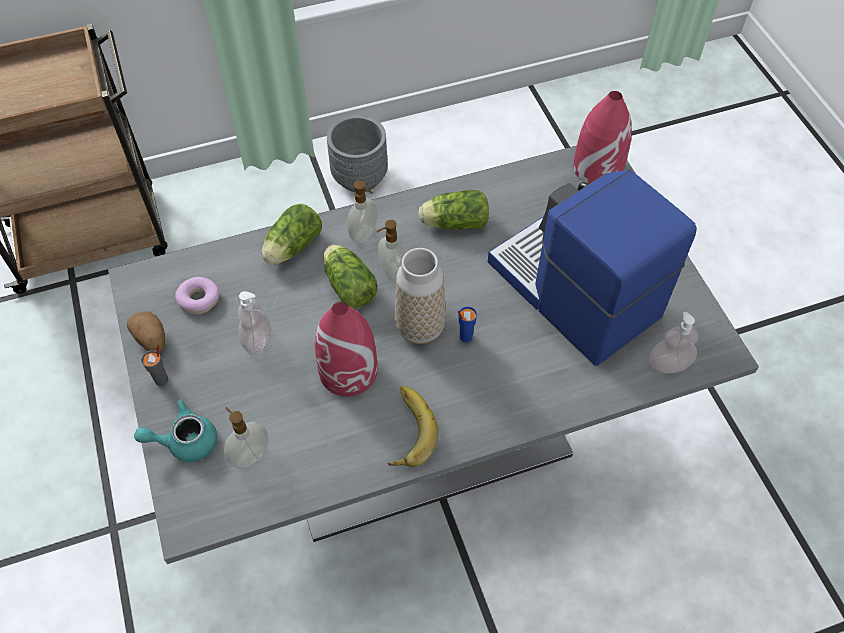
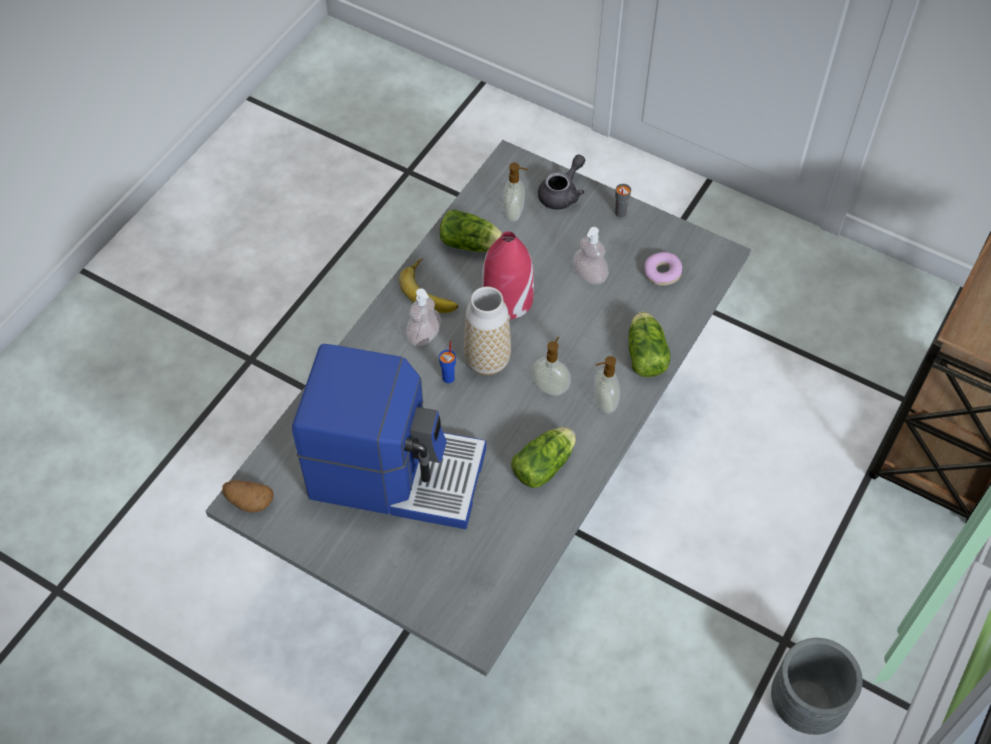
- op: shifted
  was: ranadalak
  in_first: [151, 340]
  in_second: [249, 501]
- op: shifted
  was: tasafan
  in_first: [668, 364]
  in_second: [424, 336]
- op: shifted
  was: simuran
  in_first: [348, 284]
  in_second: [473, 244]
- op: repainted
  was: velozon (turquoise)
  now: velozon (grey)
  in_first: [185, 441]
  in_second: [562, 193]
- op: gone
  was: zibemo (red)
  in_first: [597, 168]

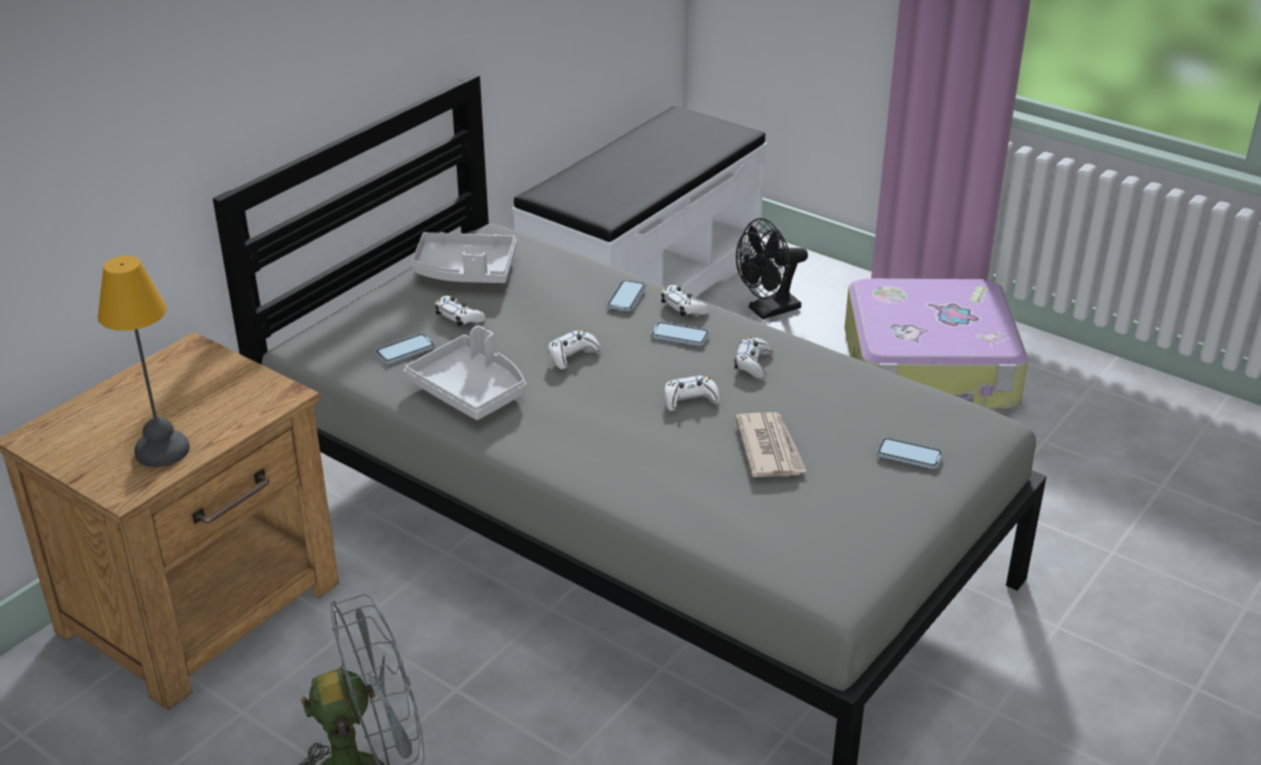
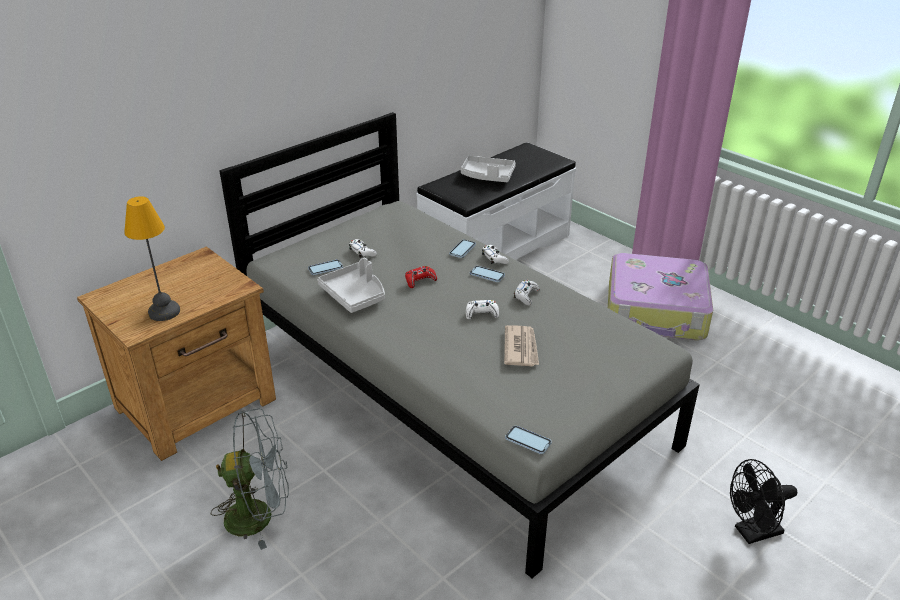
- op: repainted
  was: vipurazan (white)
  now: vipurazan (red)
  in_first: [572, 355]
  in_second: [420, 280]
- op: shifted
  was: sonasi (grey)
  in_first: [465, 271]
  in_second: [487, 176]
- op: shifted
  was: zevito
  in_first: [909, 455]
  in_second: [528, 441]
- op: shifted
  was: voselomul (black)
  in_first: [768, 311]
  in_second: [752, 533]

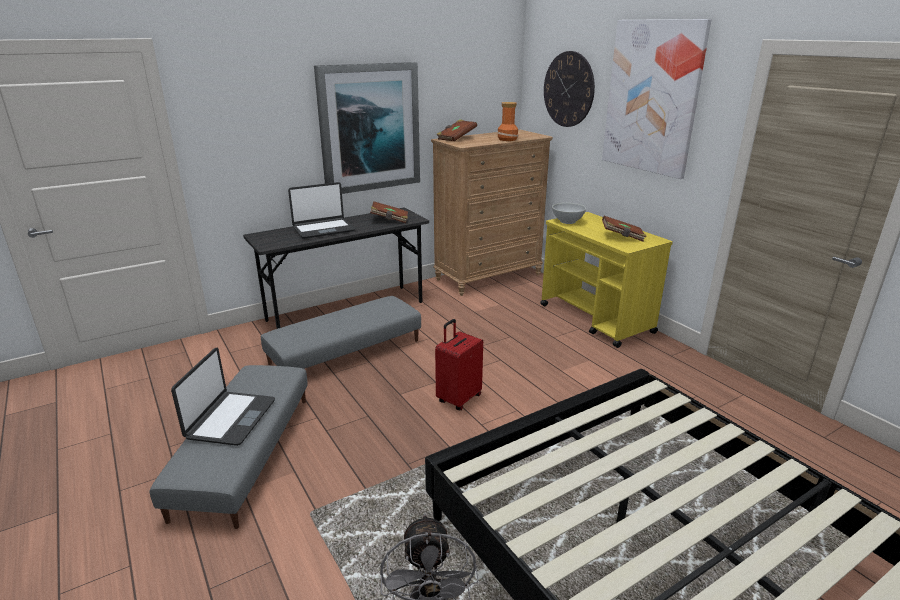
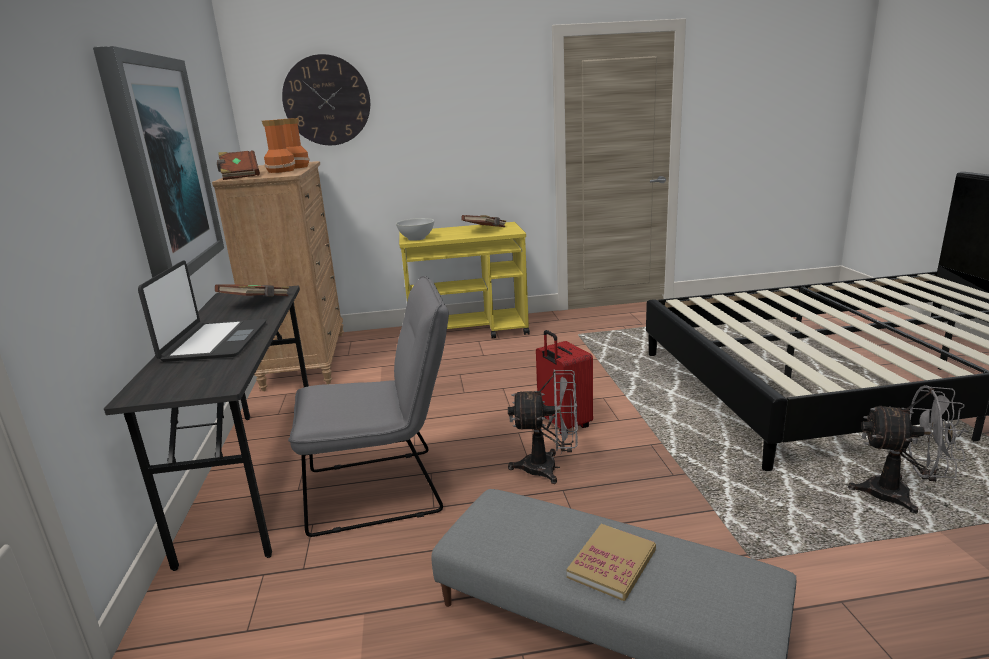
- op: new
  now: zibemo
  in_second: [281, 171]
- op: swapped
  was: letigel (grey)
  now: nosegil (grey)
  in_first: [346, 352]
  in_second: [385, 489]
- op: new
  now: voselomul (grey)
  in_second: [549, 468]
- op: swapped
  was: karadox
  now: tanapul
  in_first: [230, 419]
  in_second: [612, 564]
- op: gone
  was: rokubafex
  in_first: [652, 97]

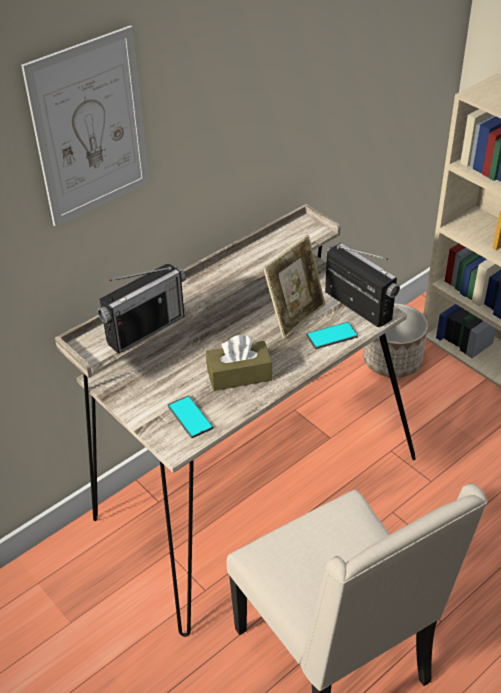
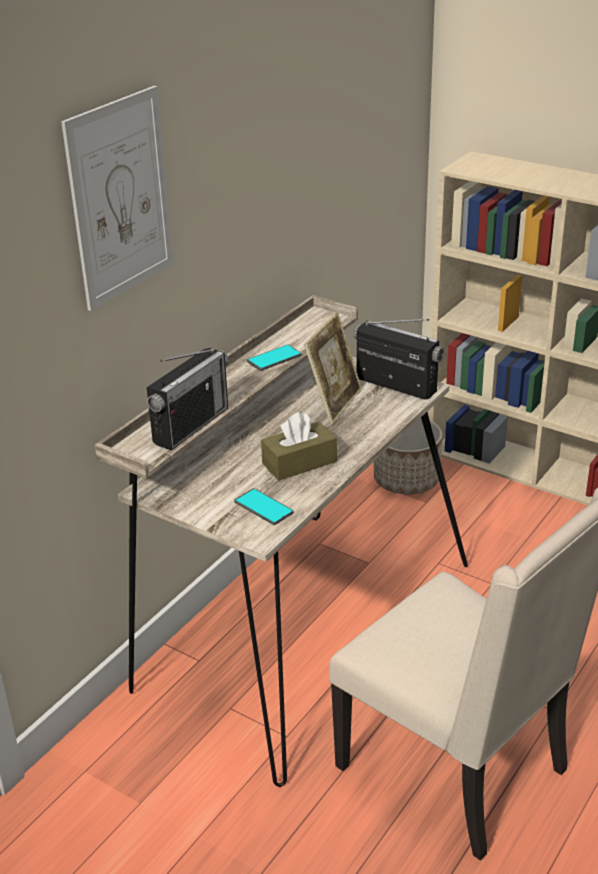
- op: shifted
  was: zevito
  in_first: [331, 336]
  in_second: [274, 358]

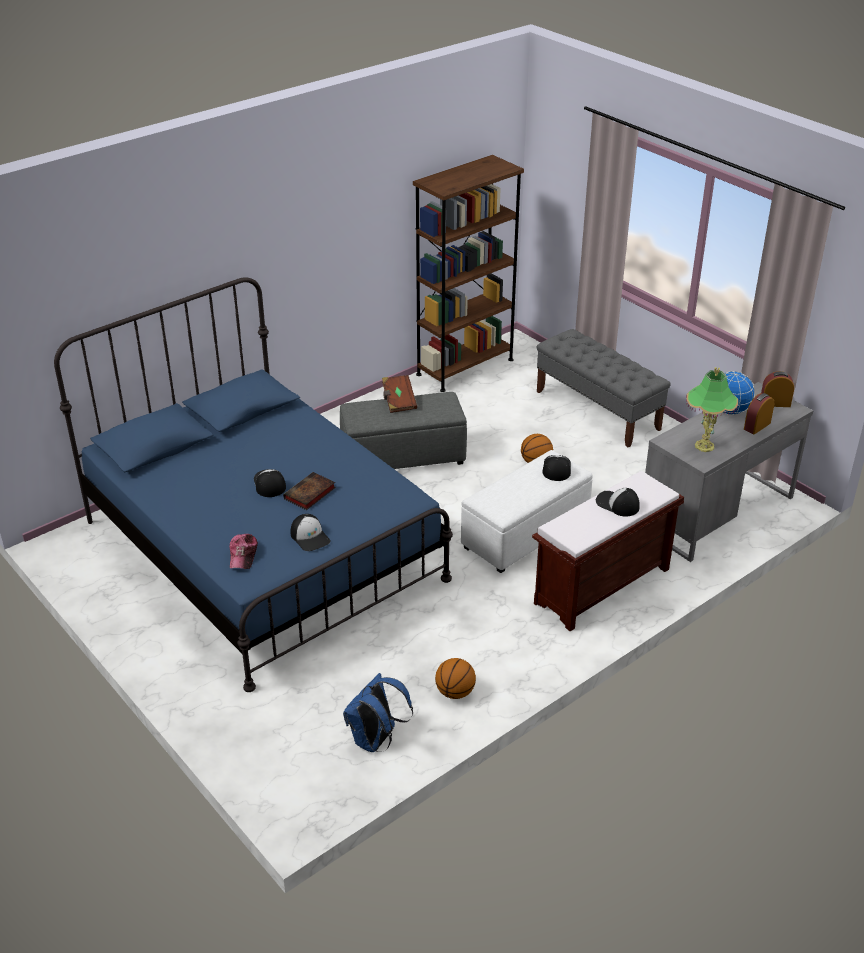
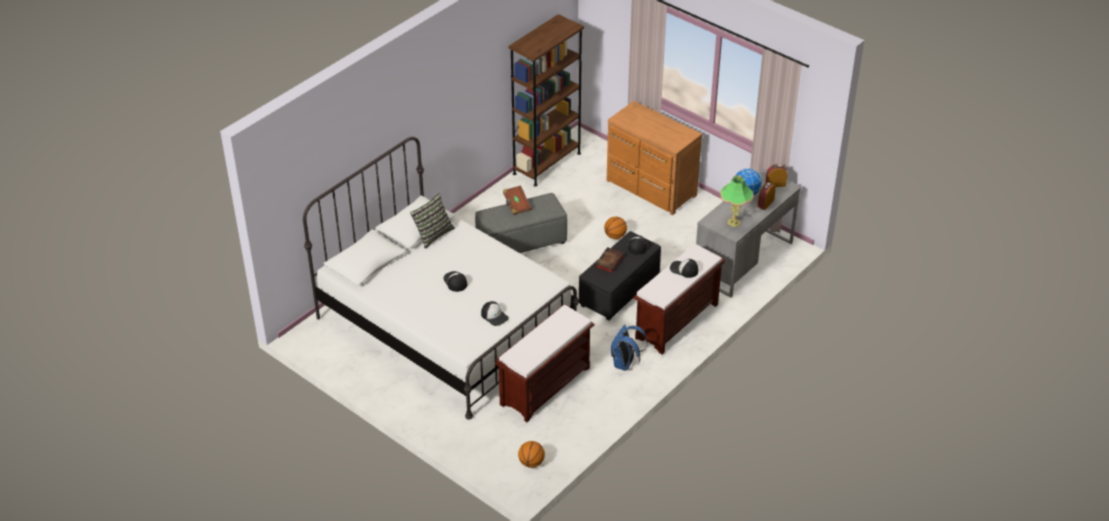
- op: repainted
  was: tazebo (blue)
  now: tazebo (white)
  in_first: [263, 550]
  in_second: [445, 323]
- op: new
  now: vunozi
  in_second: [432, 234]
- op: new
  now: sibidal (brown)
  in_second: [545, 385]
- op: shifted
  was: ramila
  in_first: [455, 692]
  in_second: [531, 463]
- op: repainted
  was: letigel (white)
  now: letigel (black)
  in_first: [524, 534]
  in_second: [619, 291]
- op: shifted
  was: tanapul
  in_first: [309, 494]
  in_second: [609, 262]
- op: swapped
  was: sibidal (grey)
  now: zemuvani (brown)
  in_first: [598, 410]
  in_second: [650, 189]
- op: shifted
  was: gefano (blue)
  in_first: [376, 740]
  in_second: [625, 364]
- op: gone
  was: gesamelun
  in_first: [243, 555]

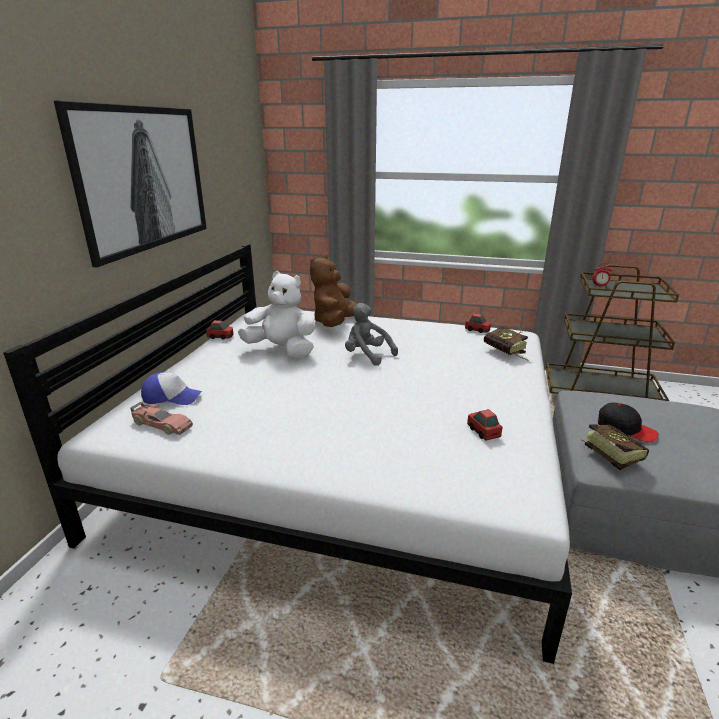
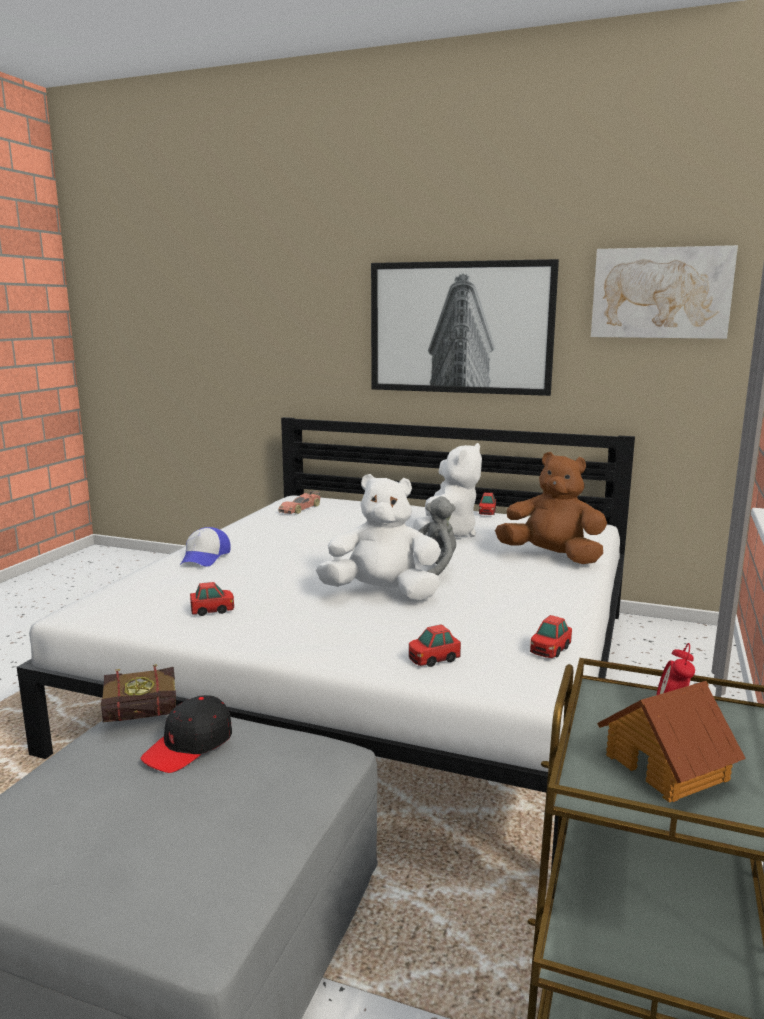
- op: shifted
  was: gesamelun
  in_first: [172, 397]
  in_second: [205, 557]
- op: new
  now: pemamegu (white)
  in_second: [382, 593]
- op: swapped
  was: tanapul
  now: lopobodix
  in_first: [507, 354]
  in_second: [433, 659]
- op: new
  now: rokubafex
  in_second: [661, 293]
- op: new
  now: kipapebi
  in_second: [667, 766]

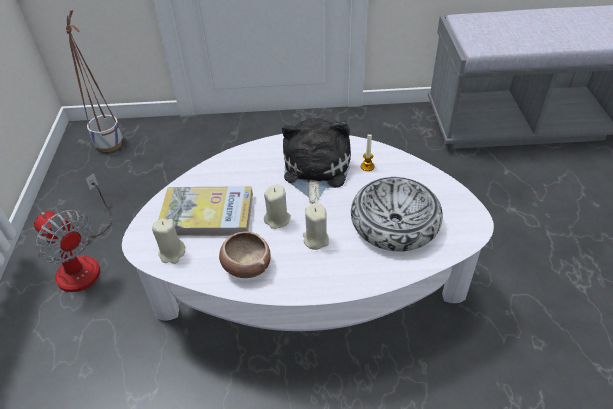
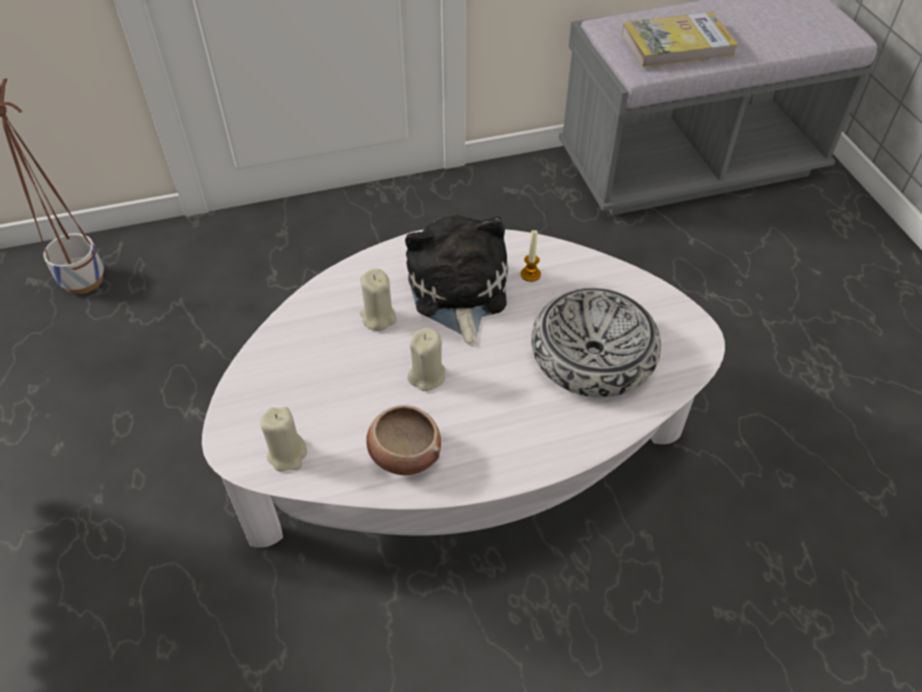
- op: shifted
  was: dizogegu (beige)
  in_first: [315, 239]
  in_second: [378, 317]
- op: shifted
  was: tanapul
  in_first: [207, 214]
  in_second: [677, 45]
- op: gone
  was: voselomul
  in_first: [83, 261]

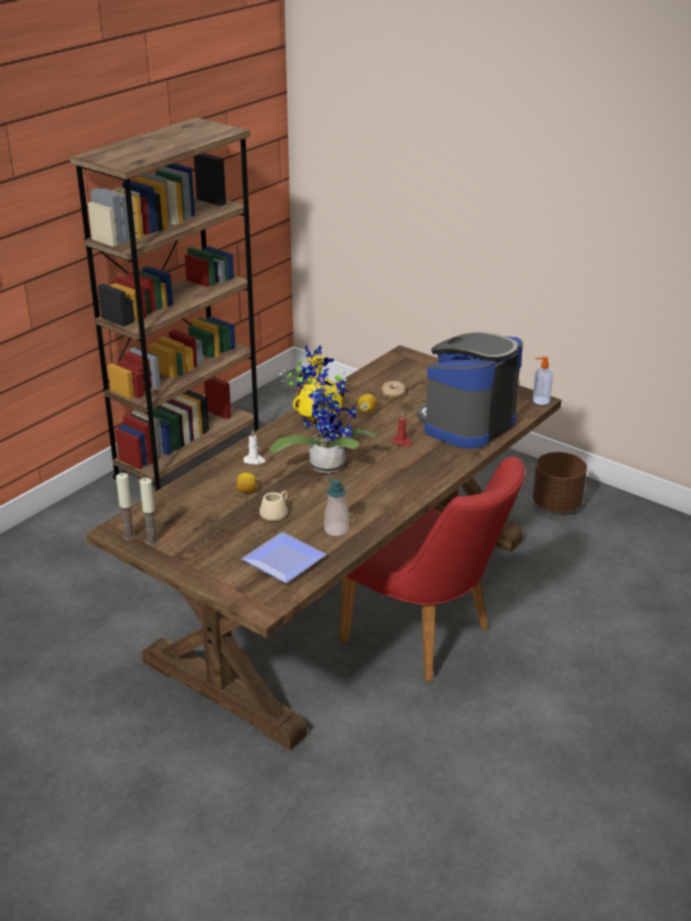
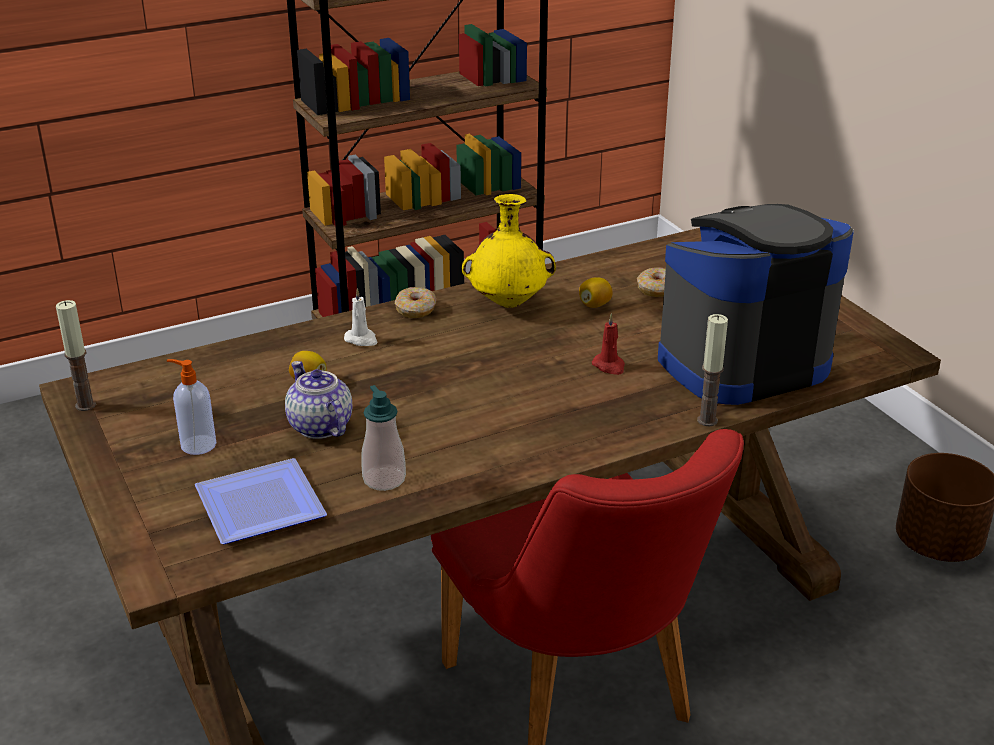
- op: shifted
  was: tasafan
  in_first: [540, 400]
  in_second: [197, 445]
- op: swapped
  was: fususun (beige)
  now: velozon
  in_first: [276, 513]
  in_second: [319, 426]
- op: new
  now: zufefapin
  in_second: [416, 310]
- op: shifted
  was: dizogegu
  in_first: [152, 541]
  in_second: [707, 420]
- op: gone
  was: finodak
  in_first: [325, 463]

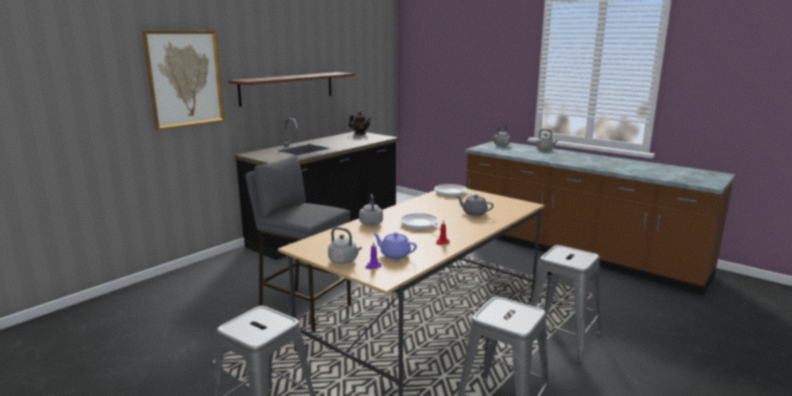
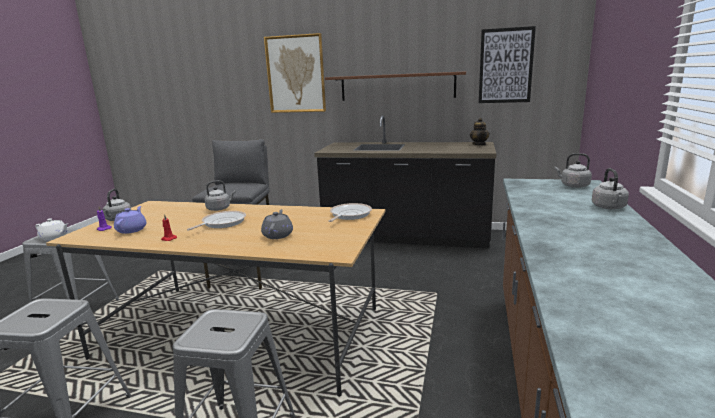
- op: new
  now: velozon (white)
  in_second: [55, 237]
- op: new
  now: rokubafex
  in_second: [505, 66]

